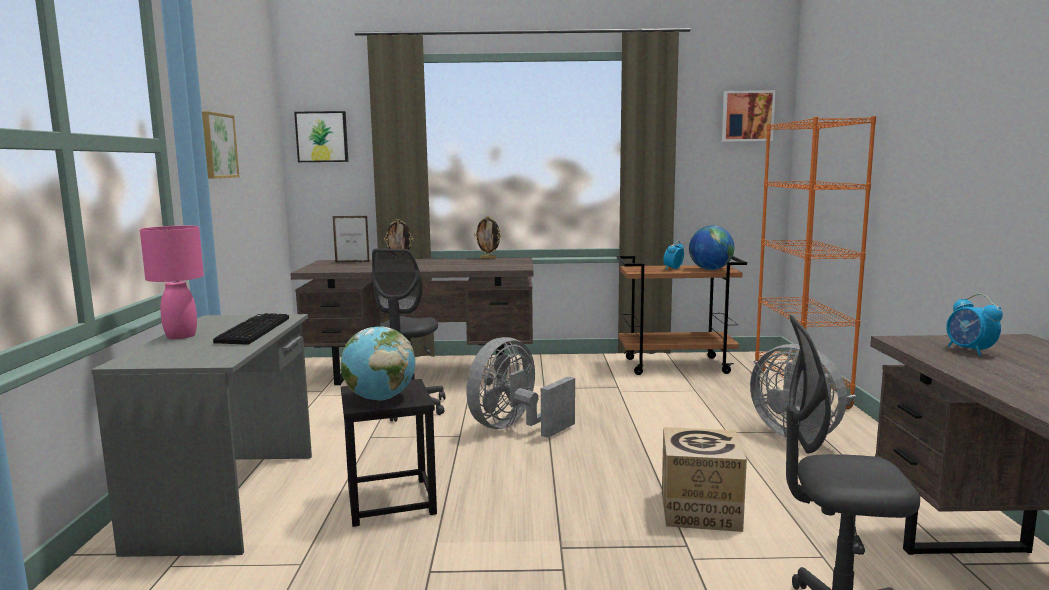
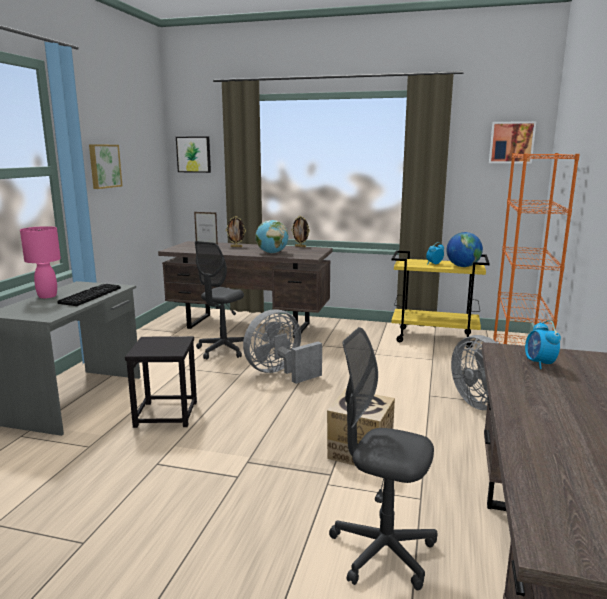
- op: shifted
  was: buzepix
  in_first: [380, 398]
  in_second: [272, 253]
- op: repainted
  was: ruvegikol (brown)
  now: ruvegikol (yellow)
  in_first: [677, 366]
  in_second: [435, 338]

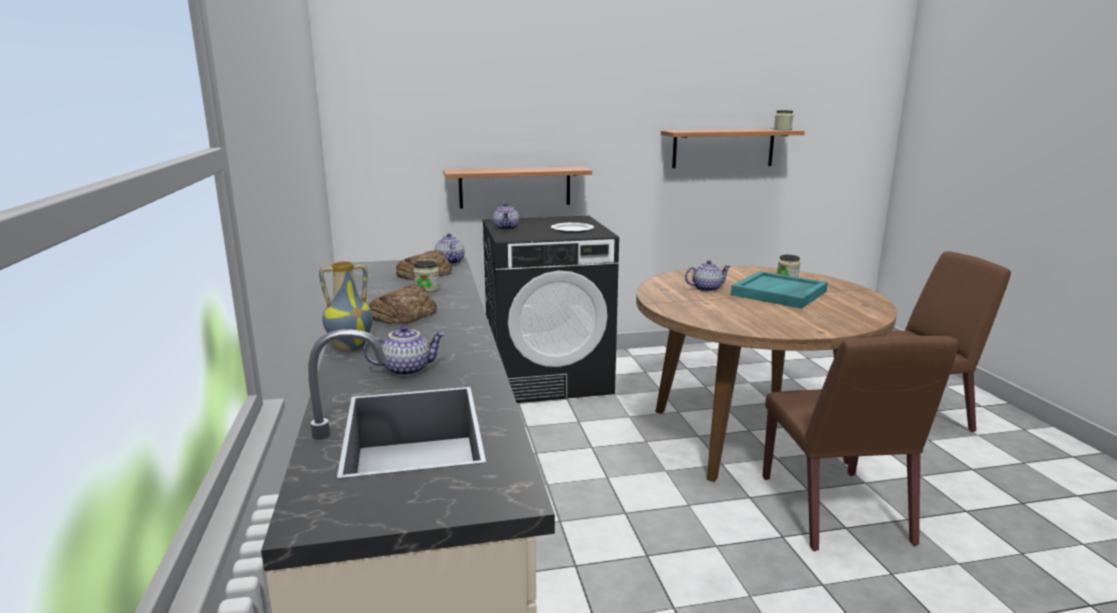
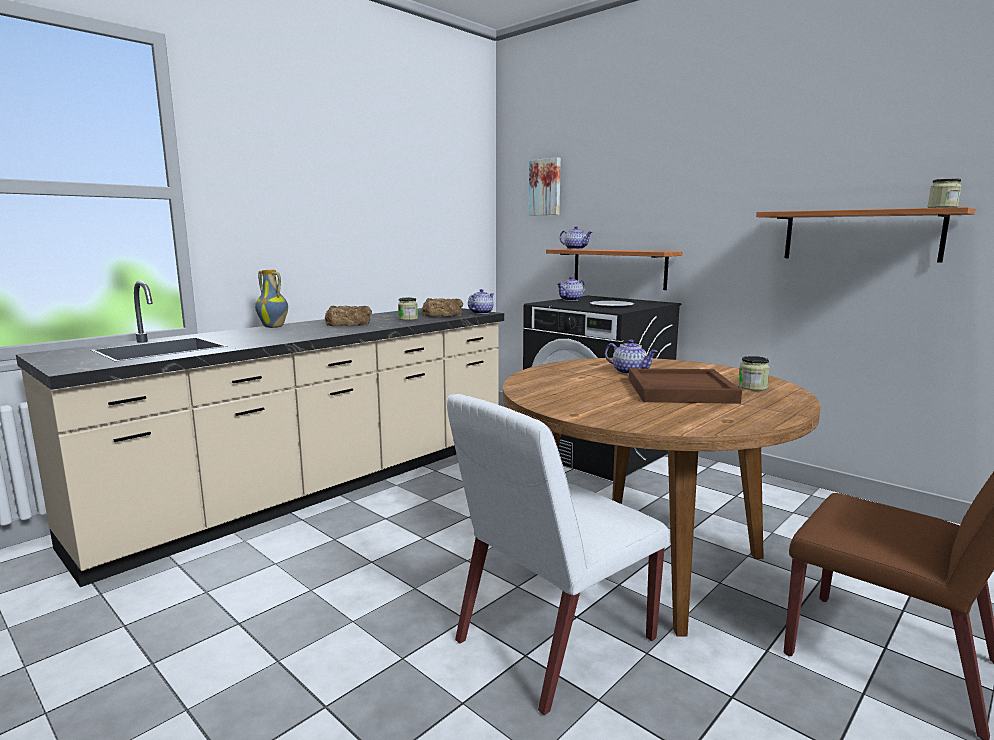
- op: repainted
  was: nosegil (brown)
  now: nosegil (white)
  in_first: [835, 510]
  in_second: [553, 642]
- op: new
  now: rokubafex
  in_second: [545, 187]
- op: shifted
  was: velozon
  in_first: [407, 369]
  in_second: [575, 249]
- op: repainted
  was: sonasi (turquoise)
  now: sonasi (brown)
  in_first: [779, 293]
  in_second: [679, 391]

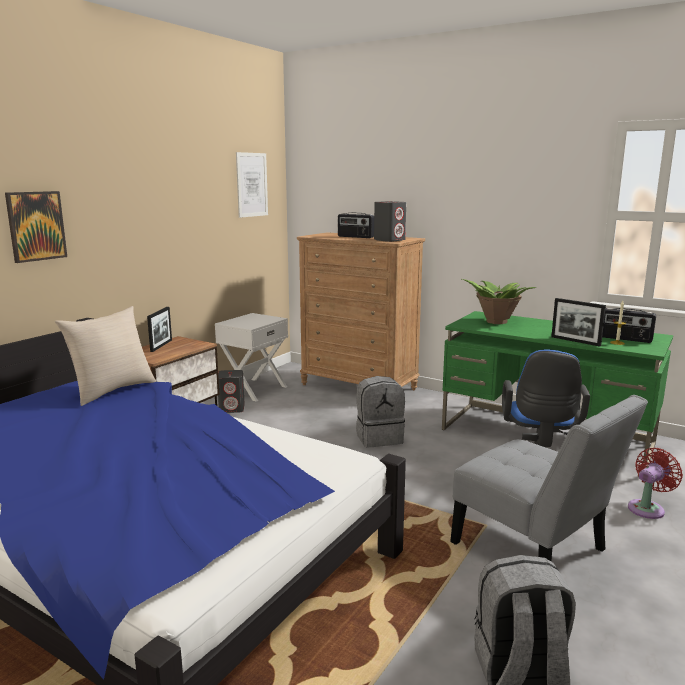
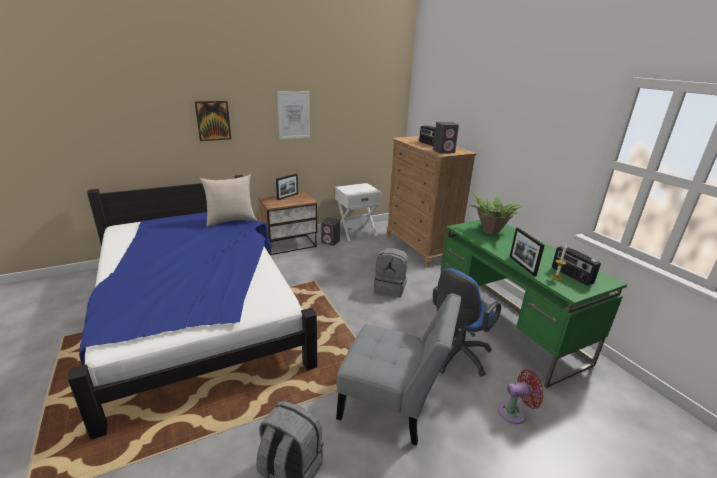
- op: shifted
  was: rokubafex
  in_first: [252, 185]
  in_second: [294, 115]
- op: rotated
  was: nosegil (grey)
  in_first: [535, 551]
  in_second: [392, 404]
  clockwise: -60

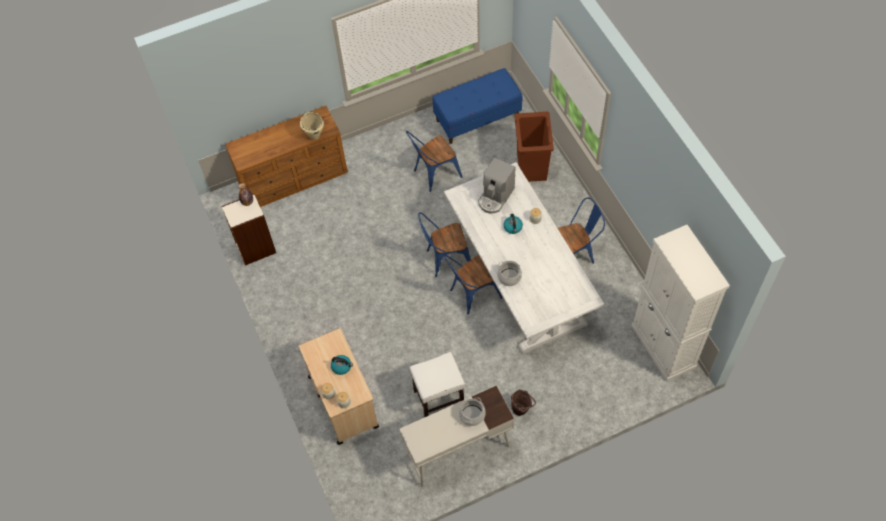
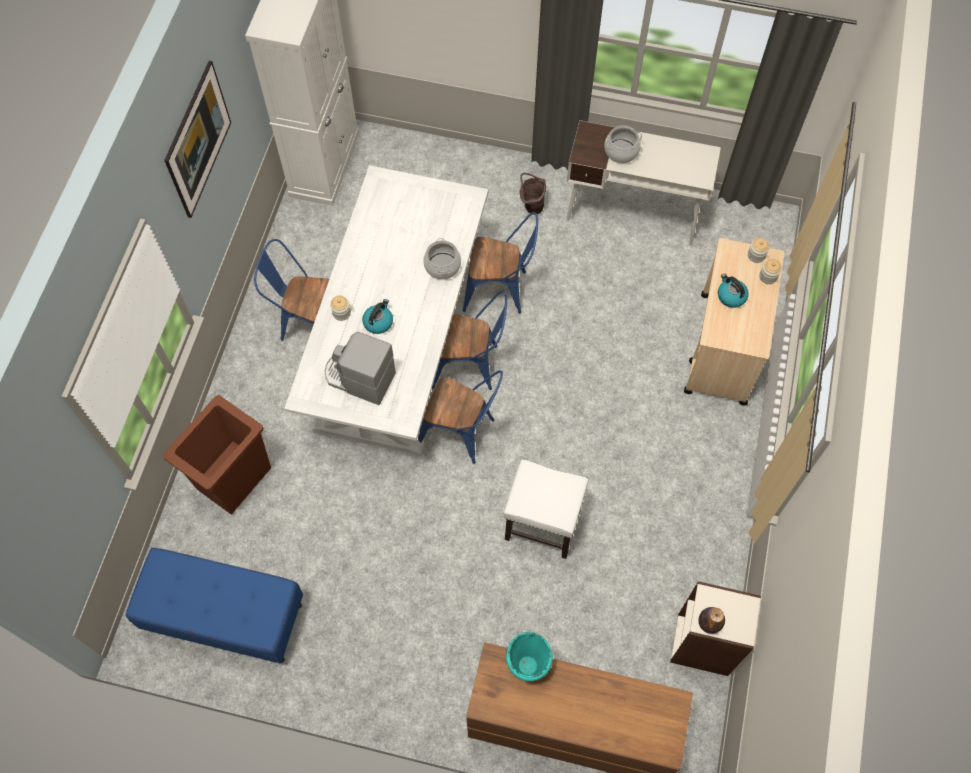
- op: new
  now: rokubafex
  in_second: [203, 154]
- op: rotated
  was: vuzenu
  in_first: [495, 197]
  in_second: [359, 378]
  clockwise: -135
- op: shifted
  was: nosegil (blue)
  in_first: [434, 174]
  in_second: [500, 290]
- op: shifted
  was: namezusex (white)
  in_first: [439, 397]
  in_second: [541, 525]
- op: repainted
  was: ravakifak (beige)
  now: ravakifak (turquoise)
  in_first: [314, 136]
  in_second: [527, 666]

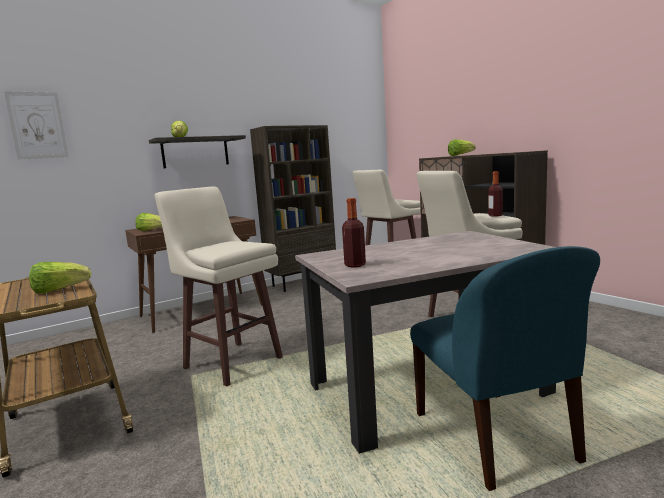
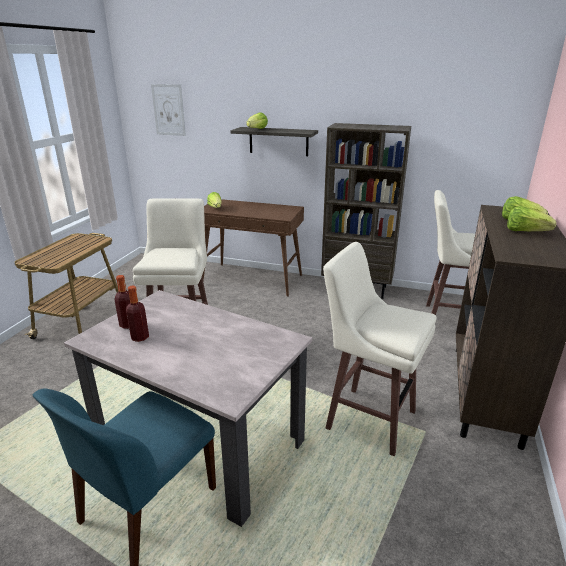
- op: shifted
  was: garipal
  in_first: [495, 215]
  in_second: [140, 337]
- op: shifted
  was: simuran
  in_first: [59, 290]
  in_second: [525, 232]

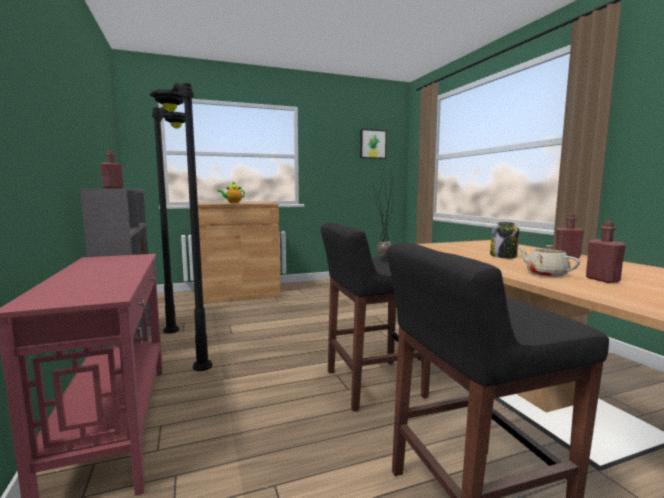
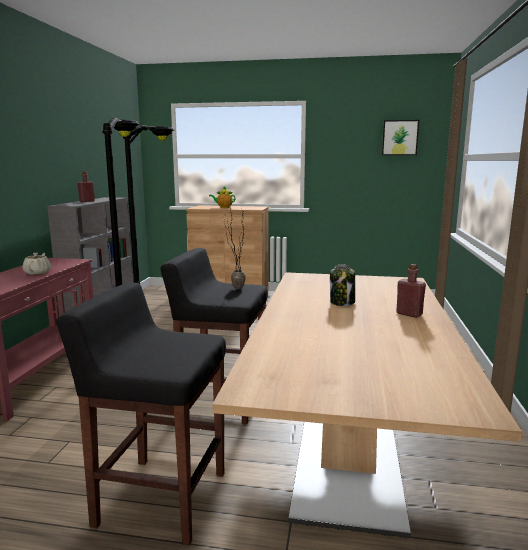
- op: shifted
  was: velozon (beige)
  in_first: [545, 274]
  in_second: [38, 272]
- op: gone
  was: garipal (red)
  in_first: [602, 280]

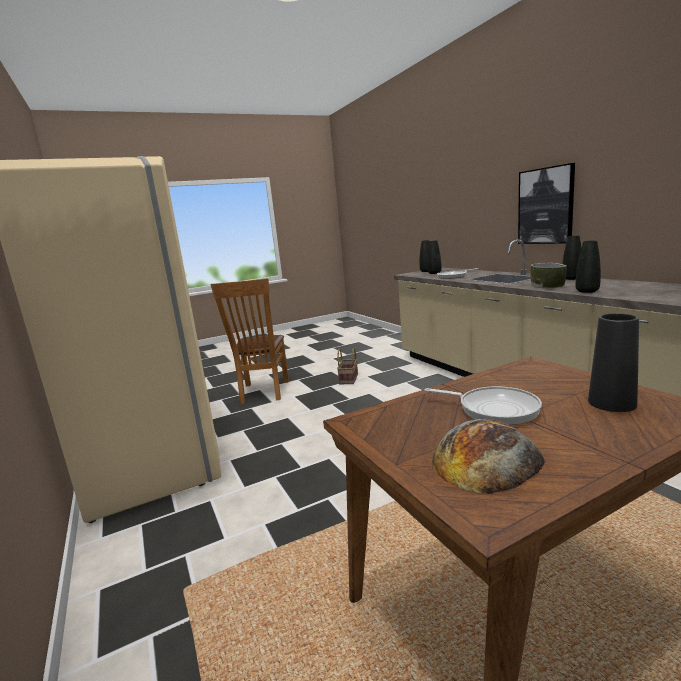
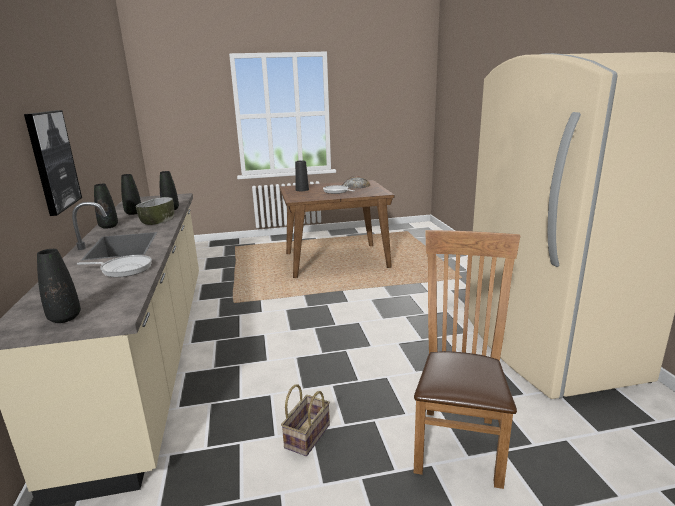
- op: shifted
  was: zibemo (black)
  in_first: [434, 273]
  in_second: [133, 213]

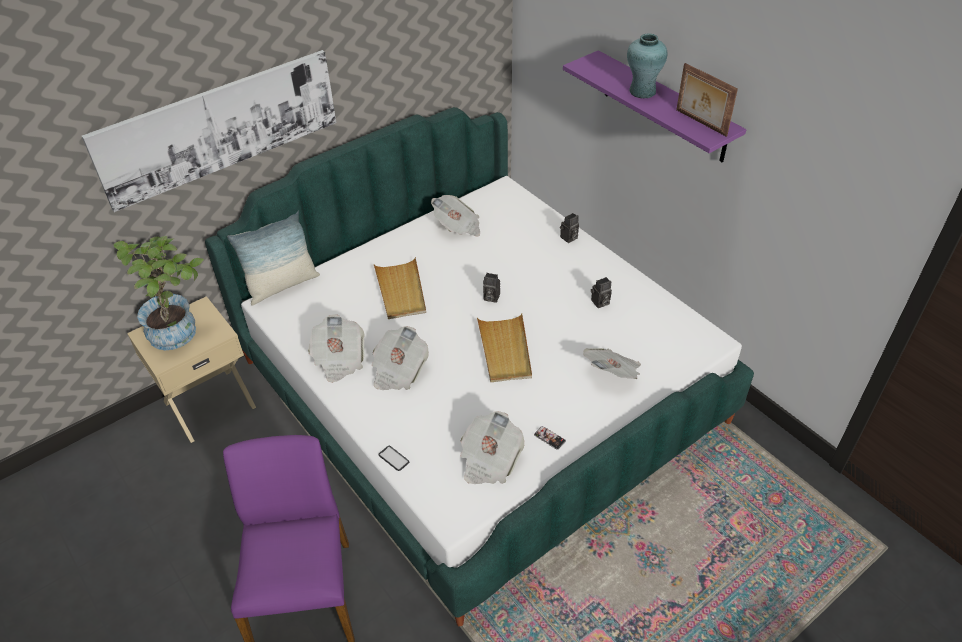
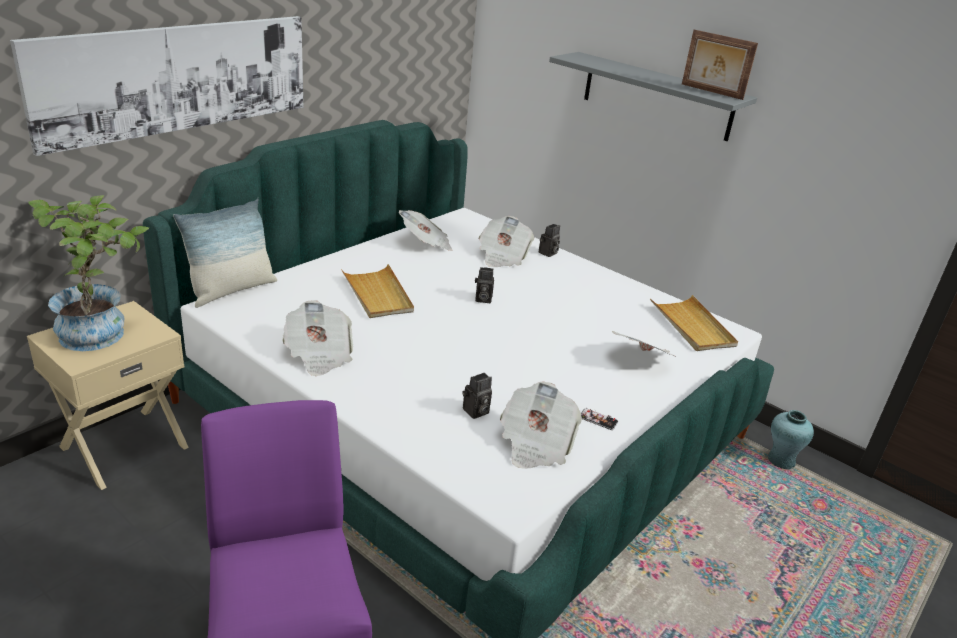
- op: shifted
  was: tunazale
  in_first: [600, 303]
  in_second: [475, 412]
- op: shifted
  was: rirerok
  in_first: [398, 371]
  in_second: [503, 256]
- op: repainted
  was: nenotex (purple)
  now: nenotex (grey)
  in_first: [664, 107]
  in_second: [657, 96]
- op: shifted
  was: sonasi (beige)
  in_first: [505, 350]
  in_second: [692, 326]
- op: shifted
  was: zibemo (turquoise)
  in_first: [642, 91]
  in_second: [780, 461]
- op: gone
  was: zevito
  in_first: [393, 458]

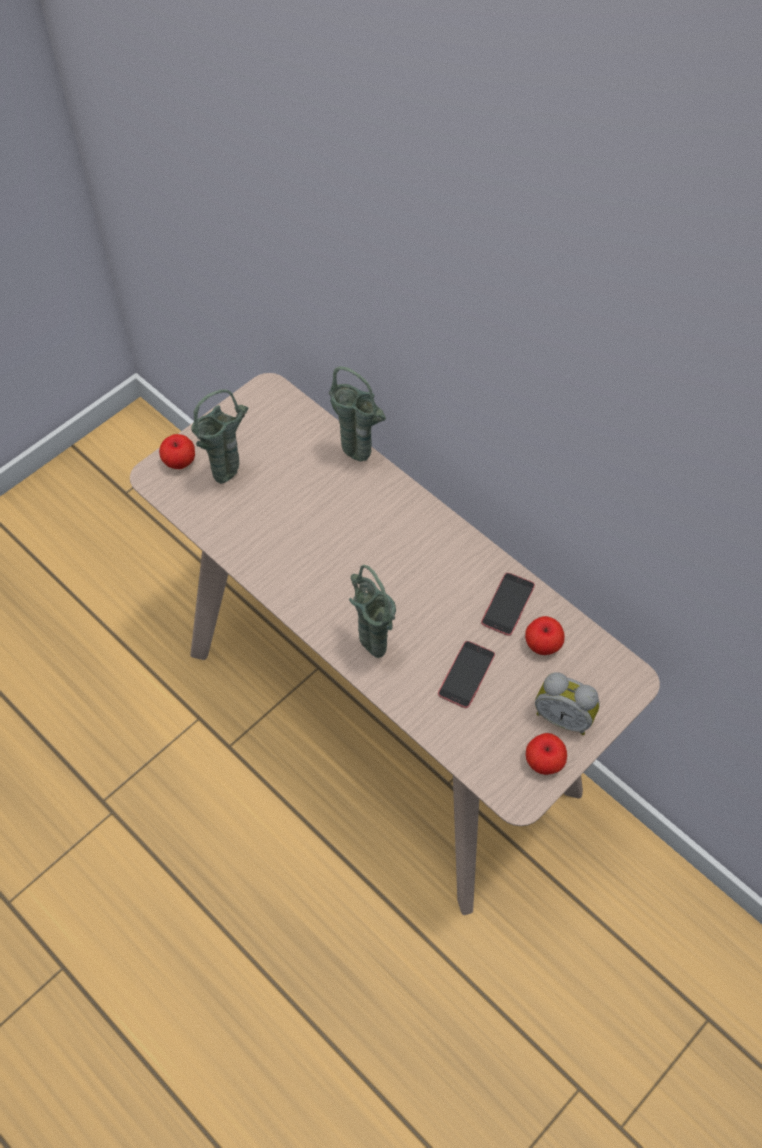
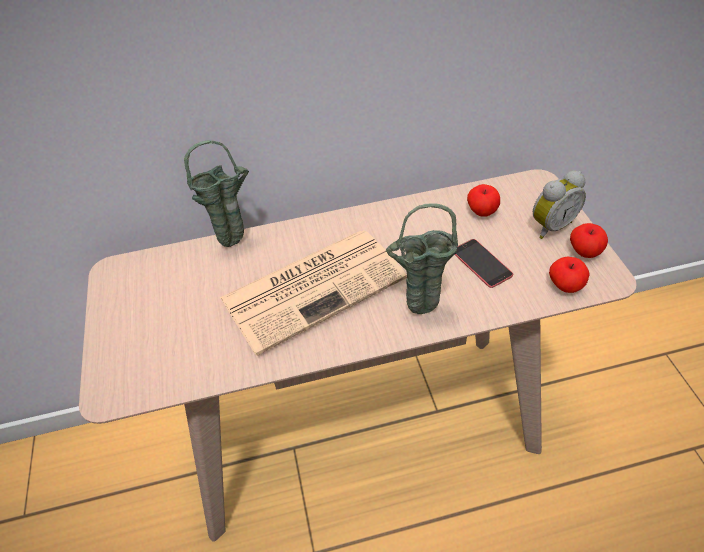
- op: new
  now: rirerok
  in_second: [315, 287]
- op: shifted
  was: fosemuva
  in_first: [179, 461]
  in_second: [565, 286]
- op: gone
  was: zibemo (green)
  in_first: [230, 476]
- op: gone
  was: zevito
  in_first: [508, 604]

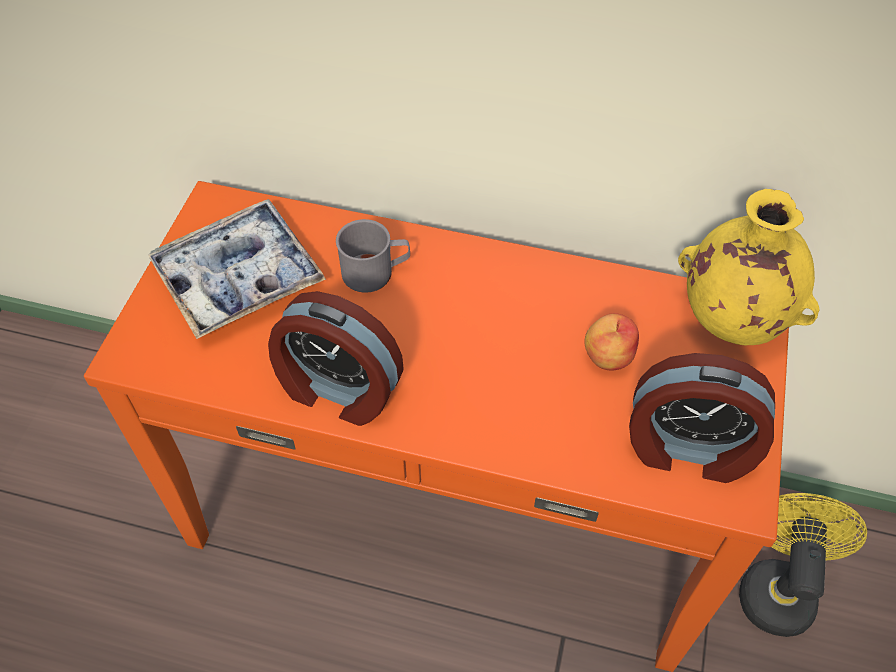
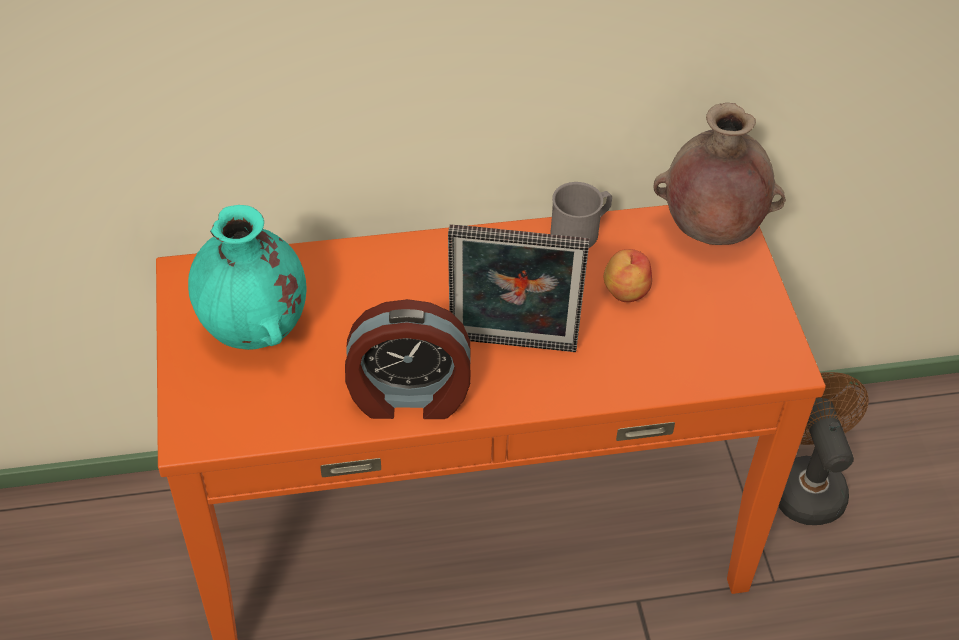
- op: swapped
  was: sonasi
  now: zibemo (turquoise)
  in_first: [239, 277]
  in_second: [256, 332]
- op: new
  now: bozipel
  in_second: [512, 348]
- op: shifted
  was: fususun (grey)
  in_first: [375, 272]
  in_second: [581, 231]
- op: repainted
  was: zibemo (yellow)
  now: zibemo (brown)
  in_first: [730, 322]
  in_second: [709, 232]
- op: repainted
  was: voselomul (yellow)
  now: voselomul (brown)
  in_first: [776, 586]
  in_second: [803, 483]
- op: gone
  was: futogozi
  in_first: [688, 449]

